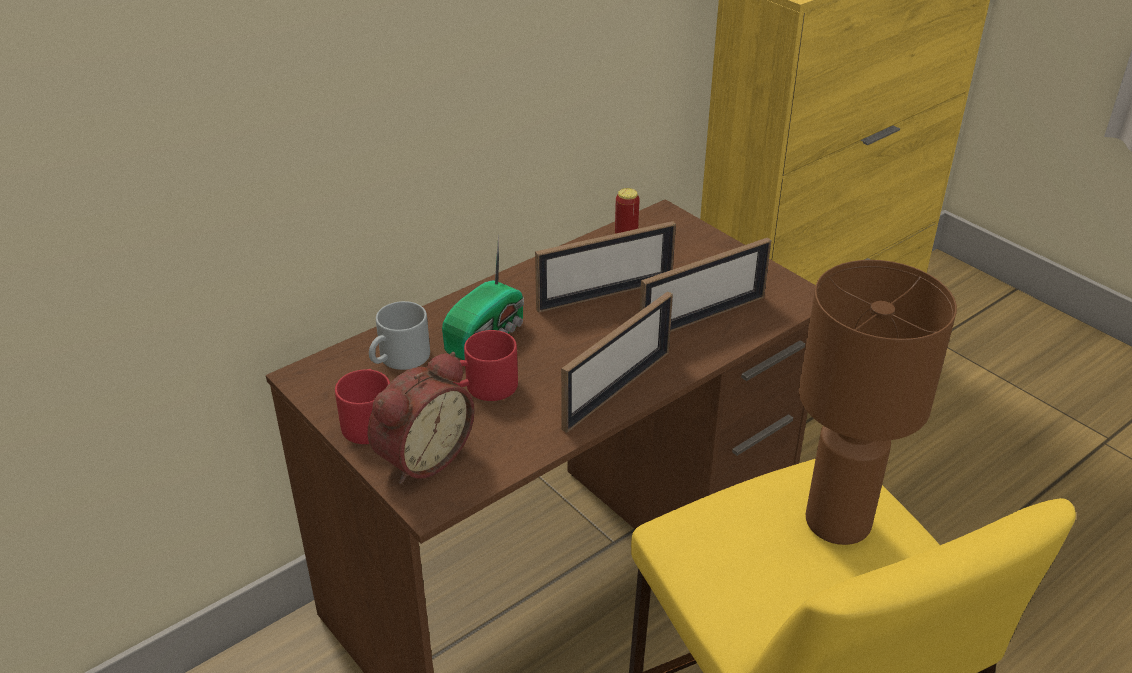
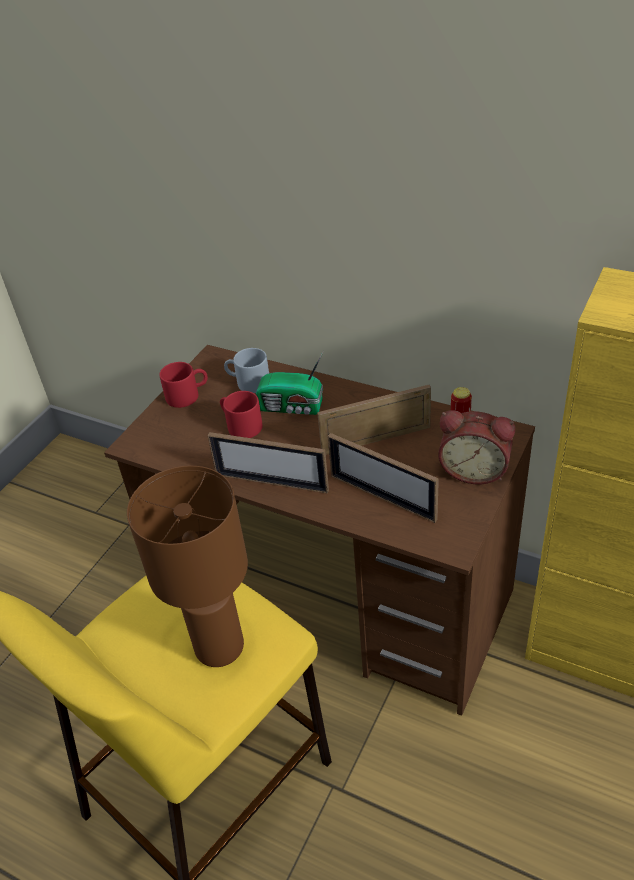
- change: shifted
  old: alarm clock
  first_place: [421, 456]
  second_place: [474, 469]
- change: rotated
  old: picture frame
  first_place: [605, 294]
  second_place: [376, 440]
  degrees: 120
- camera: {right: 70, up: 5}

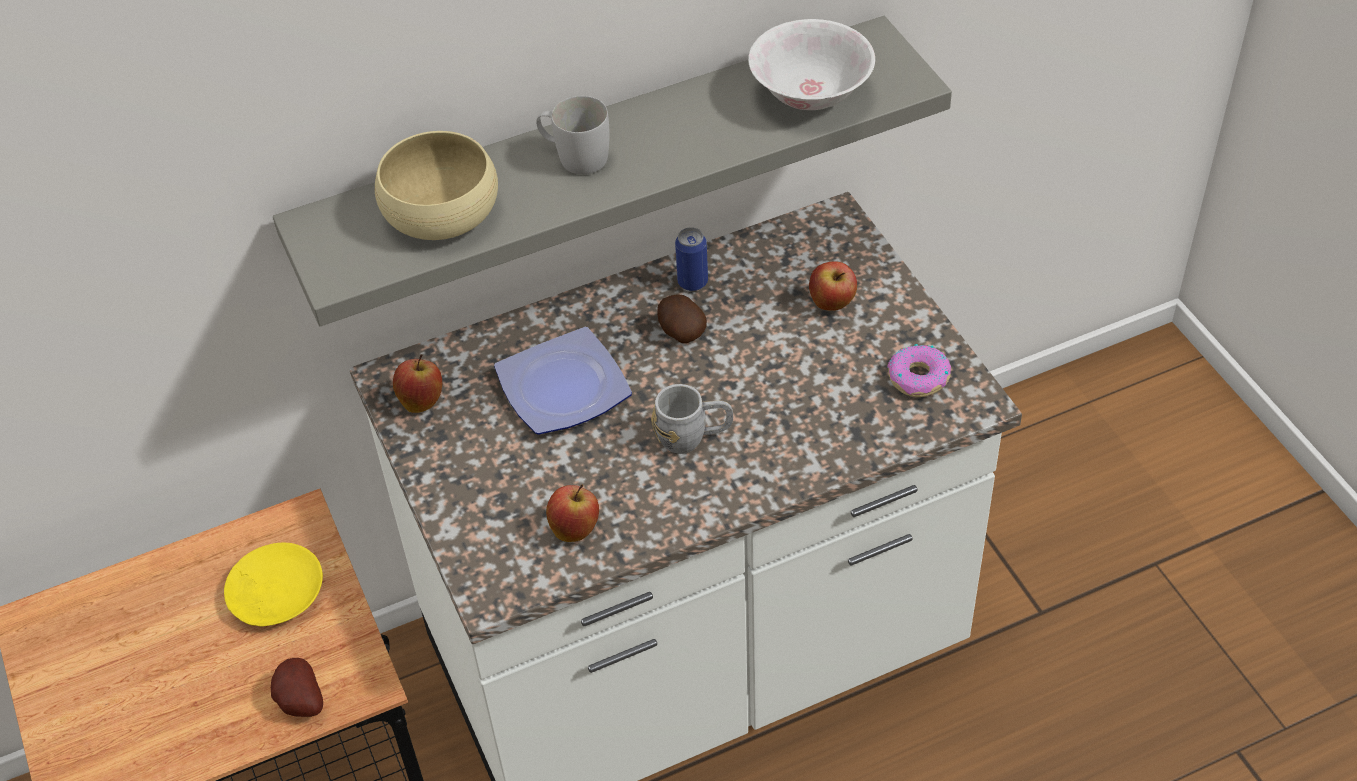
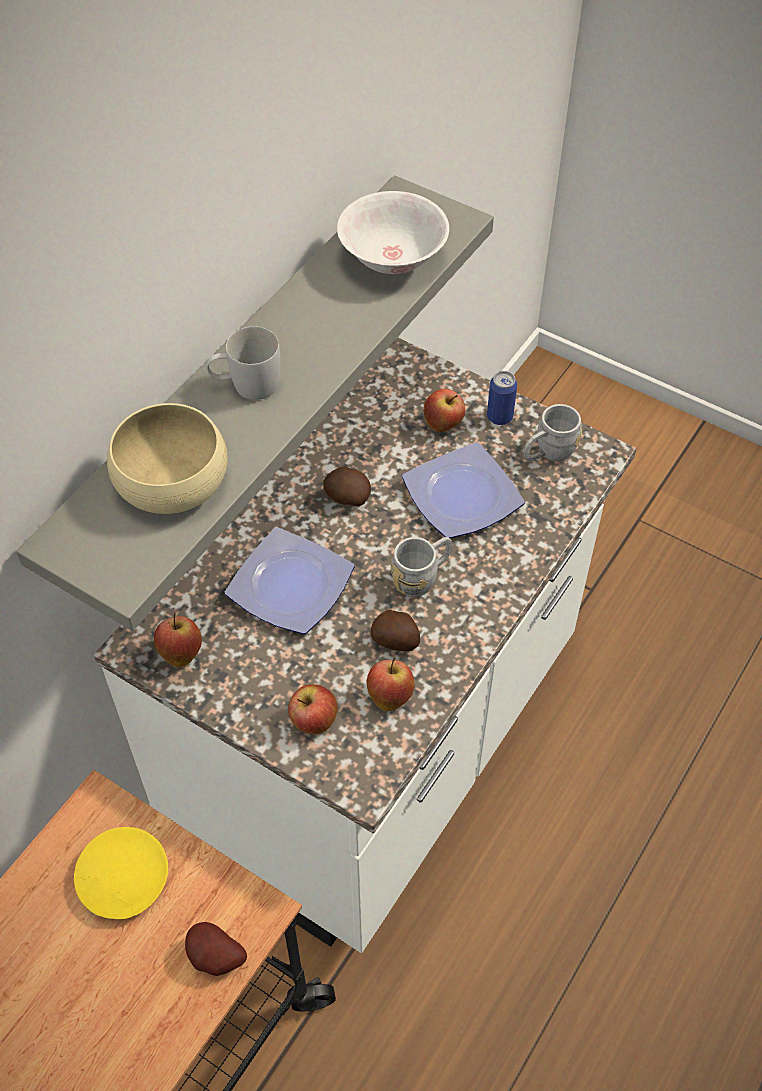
- change: shifted
  old: can
  first_place: [692, 282]
  second_place: [499, 417]
- change: swapped
  old: donut
  new: mug/grey
  first_place: [918, 378]
  second_place: [548, 453]
- change: new
  new: apple
  second_place: [314, 722]
- change: new
  new: potato
  second_place: [396, 641]
- change: new
  new: plate
  second_place: [459, 496]
- camera: {right: -35, up: 5}

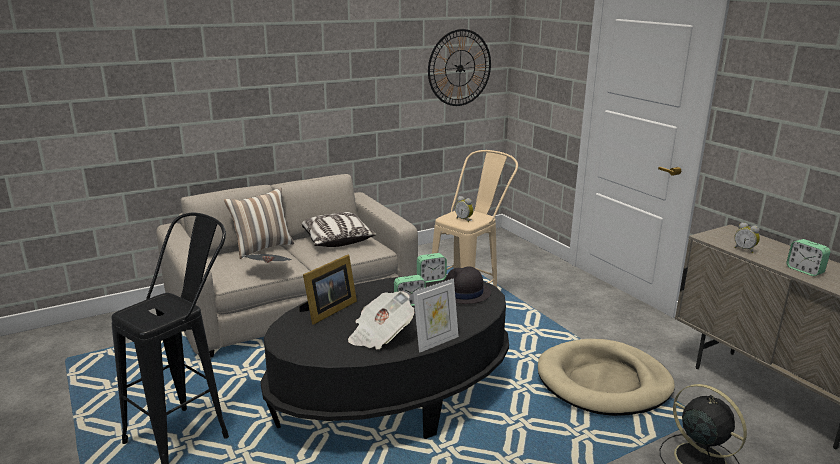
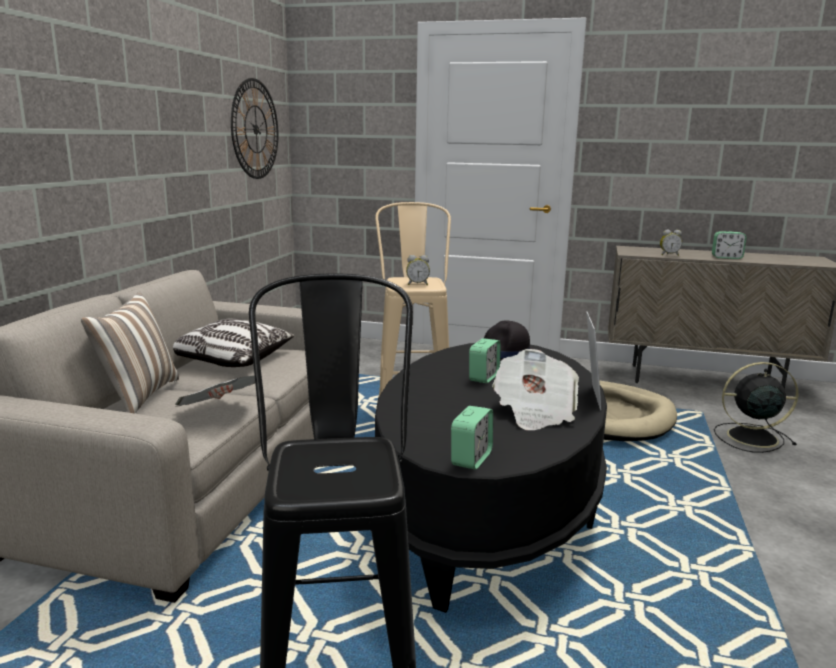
- change: gone
  old: picture frame
  first_place: [328, 311]
- change: shifted
  old: alarm clock
  first_place: [431, 279]
  second_place: [471, 459]
- camera: {right: -45, up: -5}

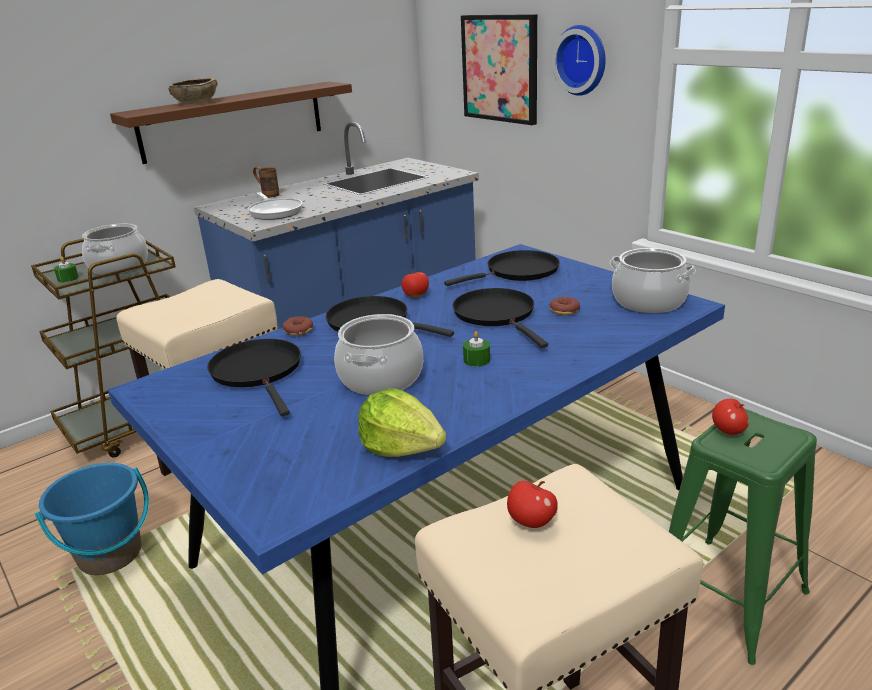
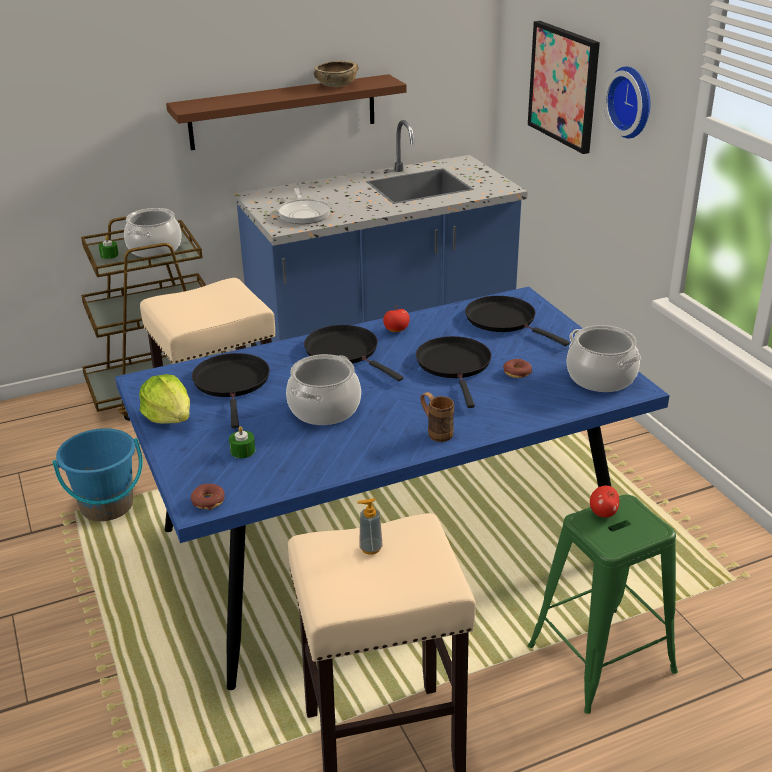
- change: shifted
  old: bowl/brown
  first_place: [196, 103]
  second_place: [336, 85]
- change: shifted
  old: mug/brown
  first_place: [267, 195]
  second_place: [436, 432]
- change: shifted
  old: donut
  first_place: [298, 331]
  second_place: [208, 501]
- change: shifted
  old: lettuce
  first_place: [401, 446]
  second_place: [169, 417]
- change: rotated
  old: frying pan/black
  first_place: [518, 272]
  second_place: [504, 320]
  degrees: -120
- change: shifted
  old: candle/green
  first_place: [476, 360]
  second_place: [242, 451]
- change: swapped
  old: apple
  new: soap dispenser
  first_place: [531, 522]
  second_place: [370, 548]
- camera: {right: 15, up: 5}

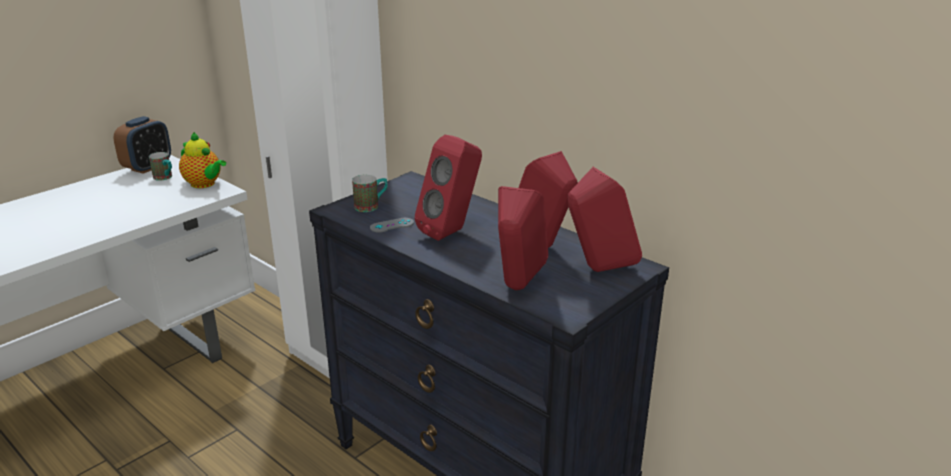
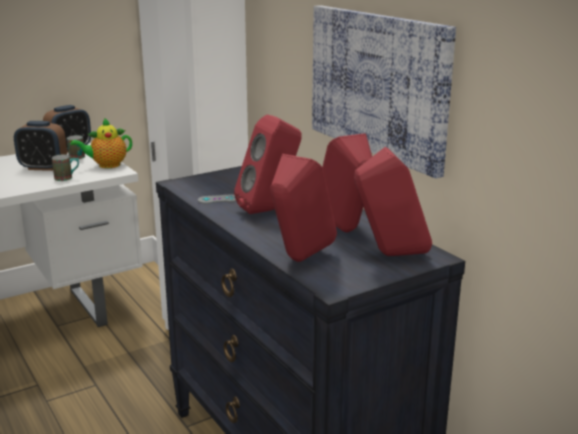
- change: rotated
  old: teapot
  first_place: [204, 184]
  second_place: [107, 165]
  degrees: 105
- change: shifted
  old: mug
  first_place: [371, 206]
  second_place: [67, 178]
- change: new
  new: alarm clock
  second_place: [43, 167]
- change: new
  new: picture
  second_place: [378, 84]
- camera: {right: 15, up: -5}

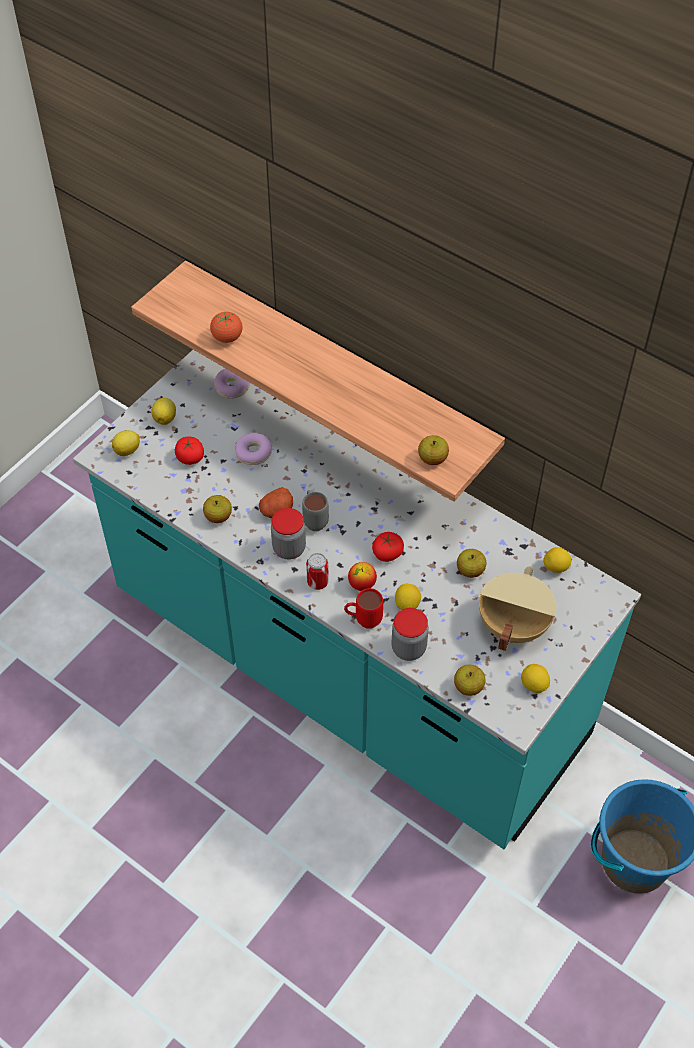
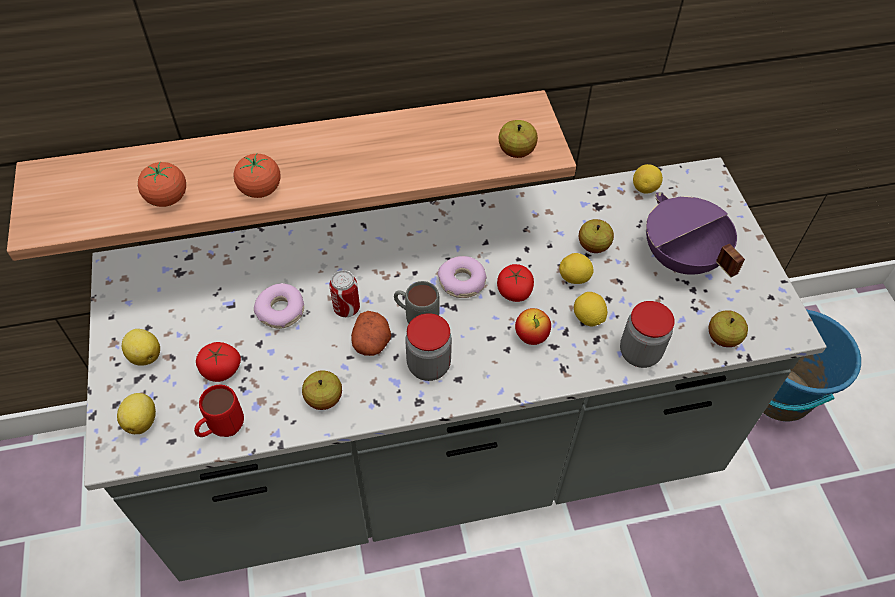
- change: repainted
  old: counter/turquoise
  new: counter/grey
  first_place: [347, 668]
  second_place: [444, 455]
- change: shifted
  old: donut
  first_place: [232, 388]
  second_place: [462, 282]
- change: shifted
  old: can
  first_place: [317, 582]
  second_place: [346, 308]
- change: shifted
  old: mug/red
  first_place: [363, 620]
  second_place: [222, 431]
- change: repainted
  old: cooking pot/beige
  new: cooking pot/purple
  first_place: [512, 625]
  second_place: [680, 259]
- change: shifted
  old: lemon
  first_place: [534, 685]
  second_place: [574, 278]
- change: new
  new: tomato
  second_place: [260, 190]
- camera: {right: -50, up: 0}

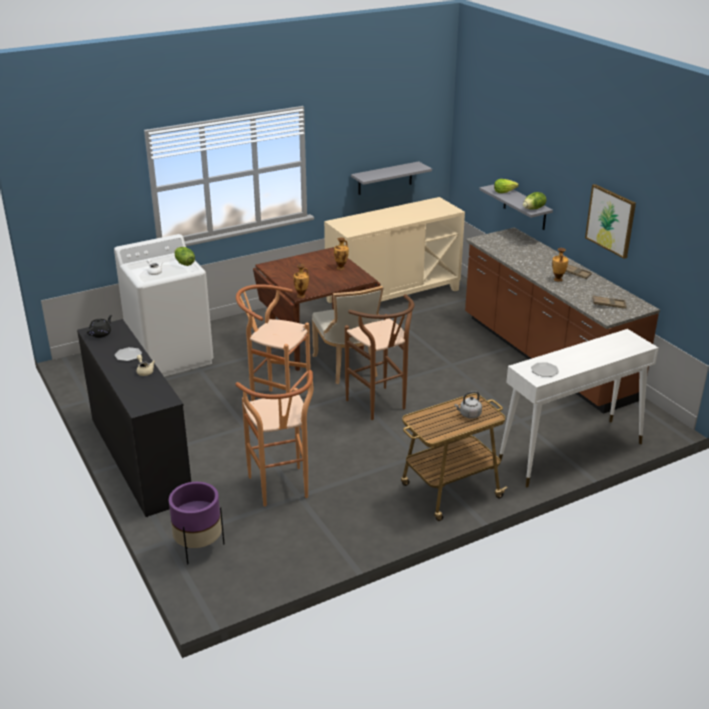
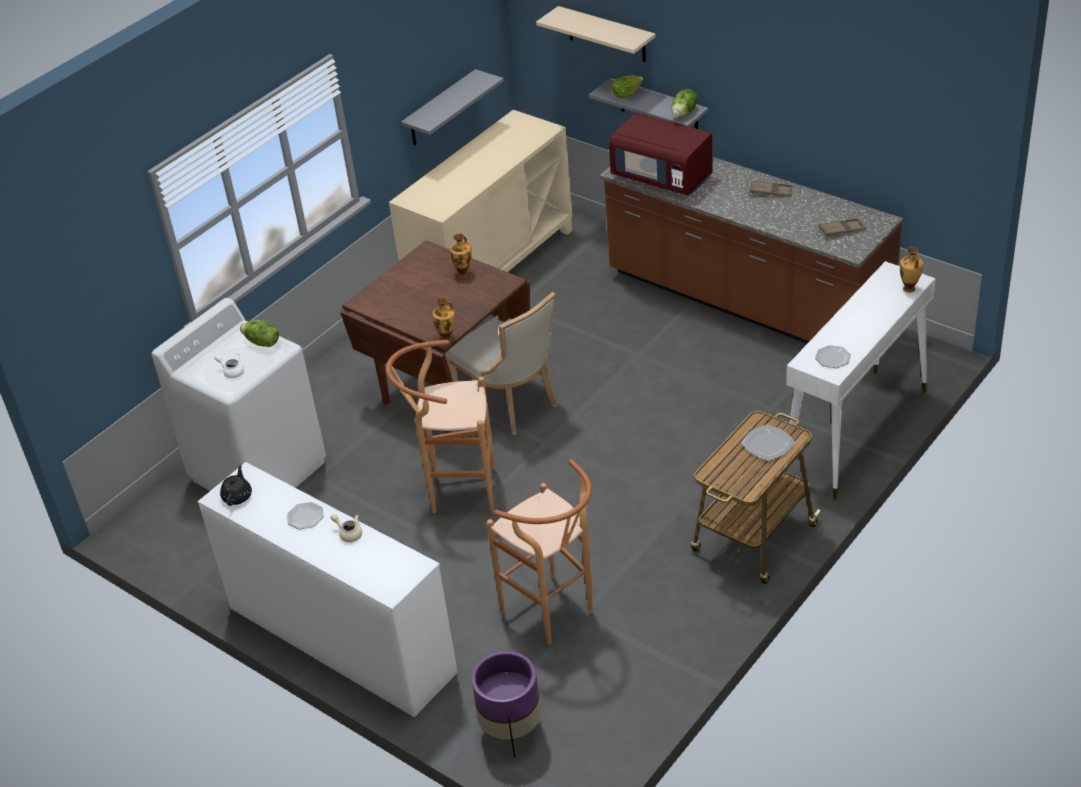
- change: repainted
  old: dresser/black
  new: dresser/white
  first_place: [140, 458]
  second_place: [340, 640]
- change: gone
  old: stool/brown
  first_place: [380, 406]
- change: swapped
  old: kettle/grey
  new: plate
  first_place: [469, 415]
  second_place: [768, 445]
- change: shifted
  old: vase
  first_place: [557, 280]
  second_place: [909, 289]
- change: gone
  old: picture
  first_place: [610, 220]
- change: new
  new: shelf/beige
  second_place: [606, 34]
- change: new
  new: microwave/red
  second_place: [662, 177]
- camera: {right: -20, up: 10}

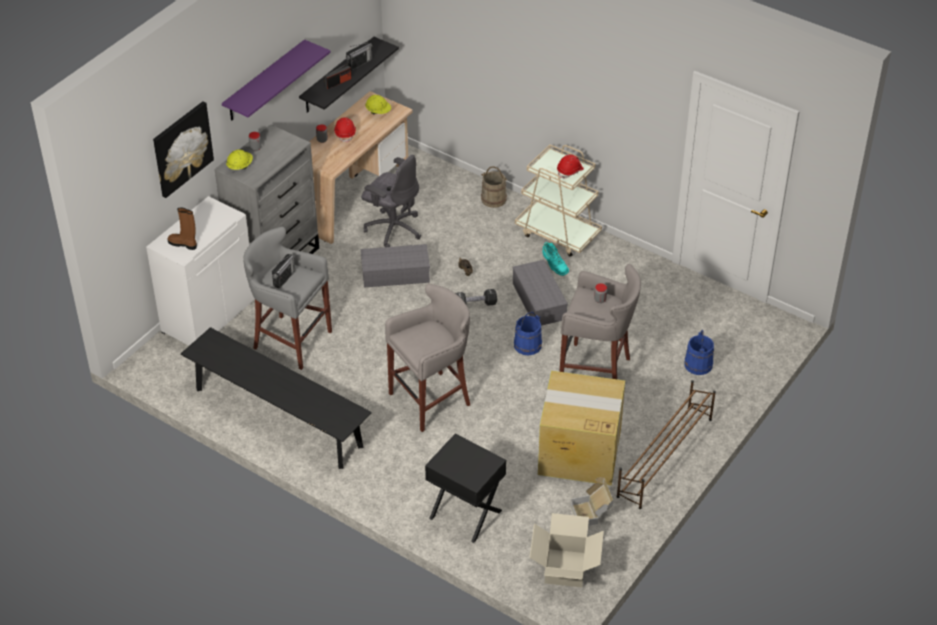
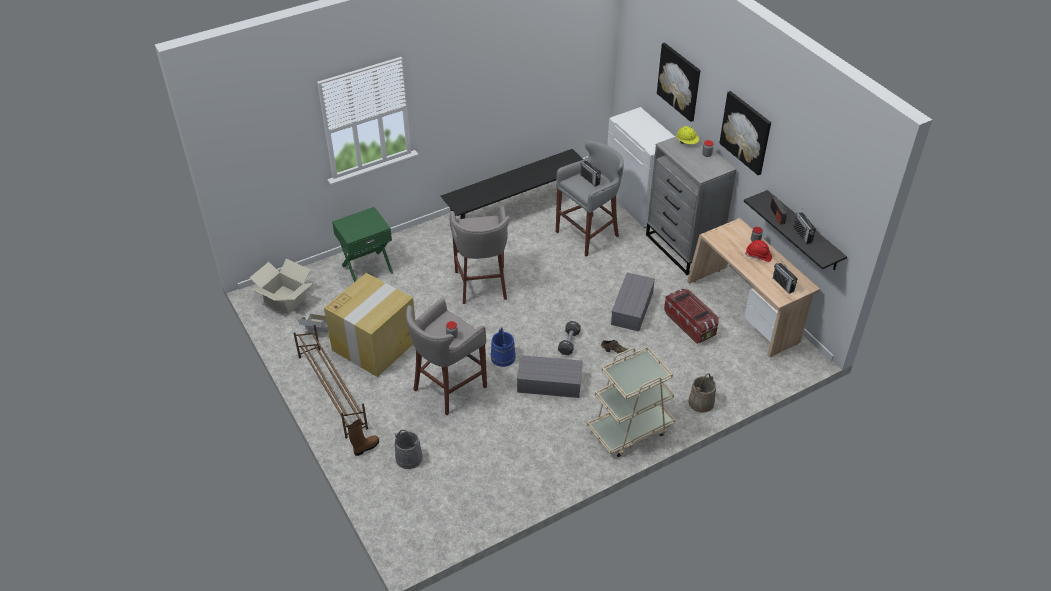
- change: shifted
  old: boot/brown
  first_place: [183, 244]
  second_place: [365, 447]
- change: swapped
  old: shelf/purple
  new: picture
  first_place: [264, 81]
  second_place: [746, 132]
- change: swapped
  old: office chair/grey
  new: storage box
  first_place: [393, 228]
  second_place: [690, 324]
- change: swapped
  old: hard hat/yellow
  new: radio
  first_place: [378, 112]
  second_place: [783, 284]
- change: repainted
  old: nightstand/black
  new: nightstand/green
  first_place: [465, 515]
  second_place: [367, 268]
- change: gone
  old: boot/turquoise
  first_place: [554, 267]
- change: gone
  old: hard hat/red
  first_place: [570, 171]
- change: repainted
  old: bucket/blue
  new: bucket/grey
  first_place: [698, 364]
  second_place: [409, 458]
- camera: {right: 115, up: 0}

